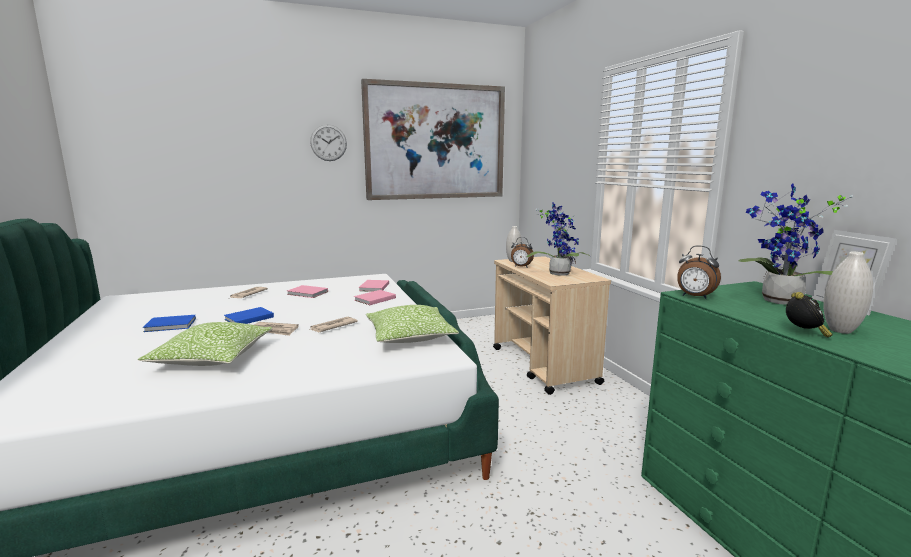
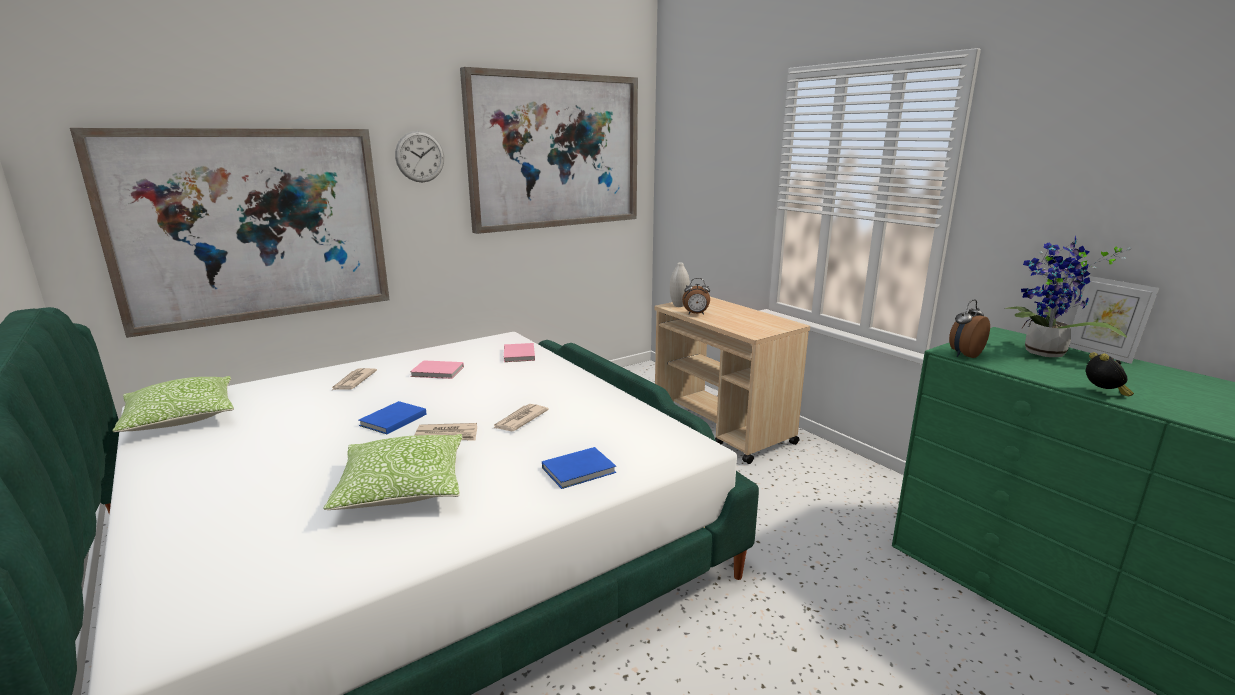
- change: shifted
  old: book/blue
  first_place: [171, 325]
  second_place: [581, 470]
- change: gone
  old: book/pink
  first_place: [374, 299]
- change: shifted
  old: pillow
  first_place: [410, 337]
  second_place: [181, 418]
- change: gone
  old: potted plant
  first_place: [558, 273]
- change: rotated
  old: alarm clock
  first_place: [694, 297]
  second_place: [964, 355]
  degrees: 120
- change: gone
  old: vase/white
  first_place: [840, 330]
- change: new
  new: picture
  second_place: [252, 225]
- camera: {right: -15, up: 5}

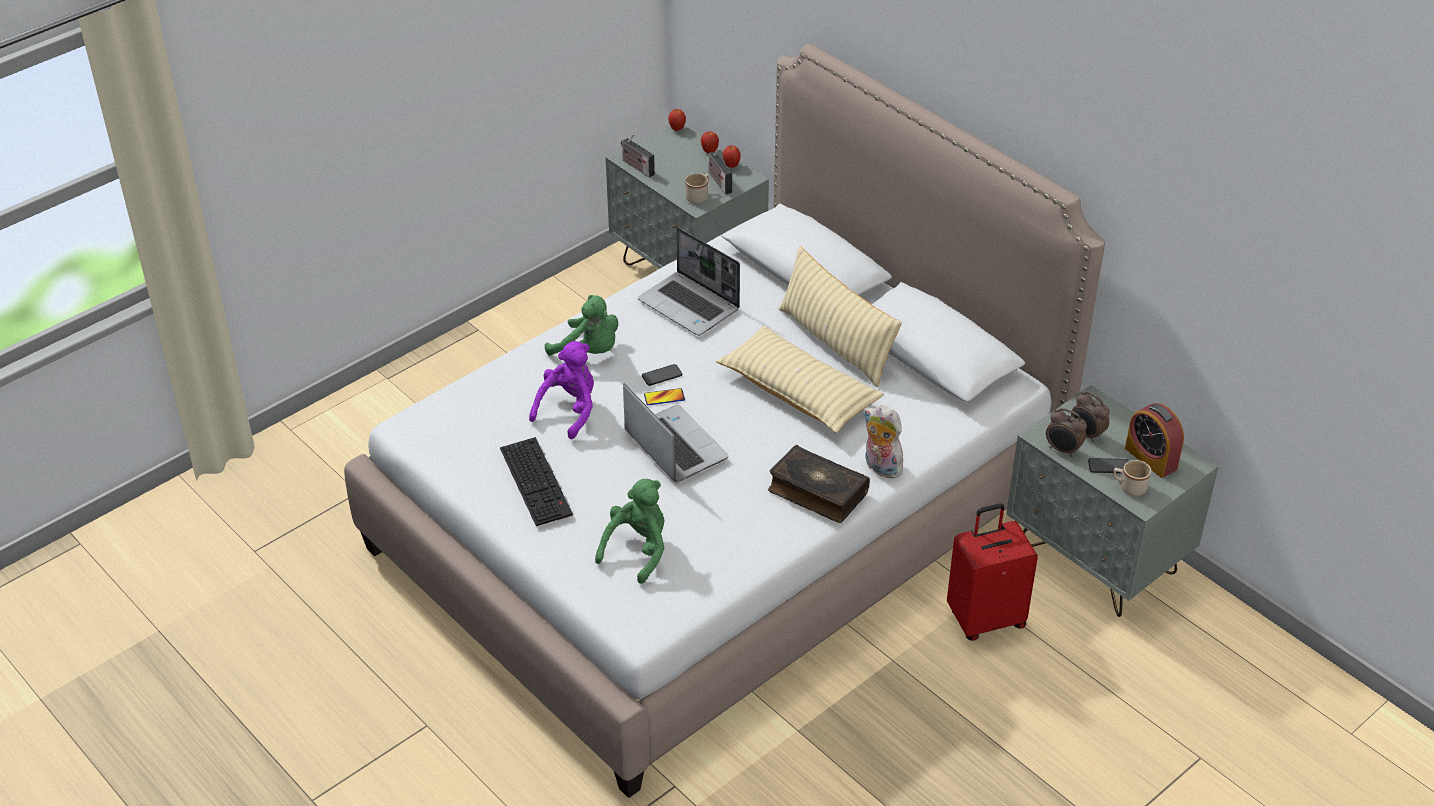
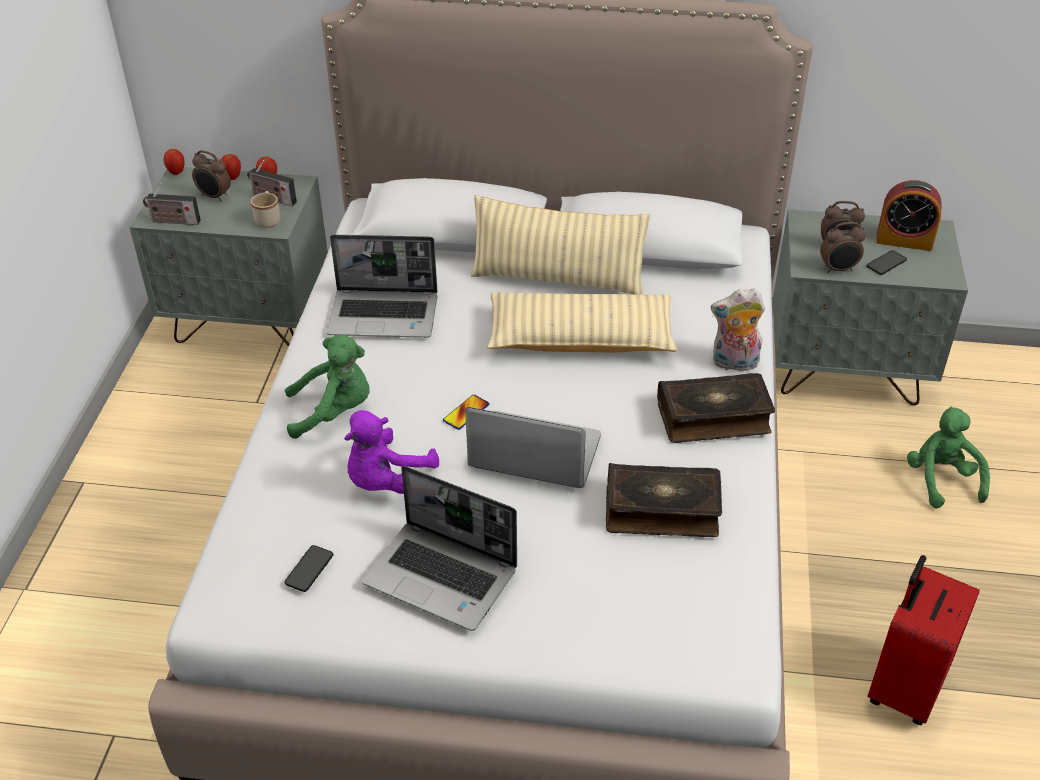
- change: swapped
  old: keyboard
  new: laptop
  first_place: [538, 482]
  second_place: [443, 577]
- change: rotated
  old: plush toy/purple
  first_place: [569, 410]
  second_place: [386, 480]
  degrees: -135
- change: shifted
  old: plush toy/green
  first_place: [637, 550]
  second_place: [941, 480]
- change: shifted
  old: phone
  first_place: [662, 375]
  second_place: [309, 569]
- change: shifted
  old: suitcase/red
  first_place: [985, 618]
  second_place: [903, 687]
- change: gone
  old: mug/beige
  first_place: [1129, 487]
- change: new
  new: alarm clock
  second_place: [214, 196]
- change: new
  new: book
  second_place: [661, 510]
- camera: {right: -40, up: 0}

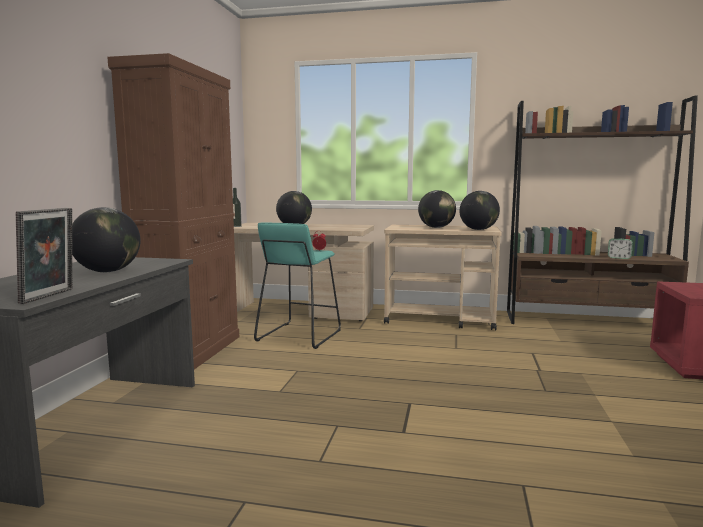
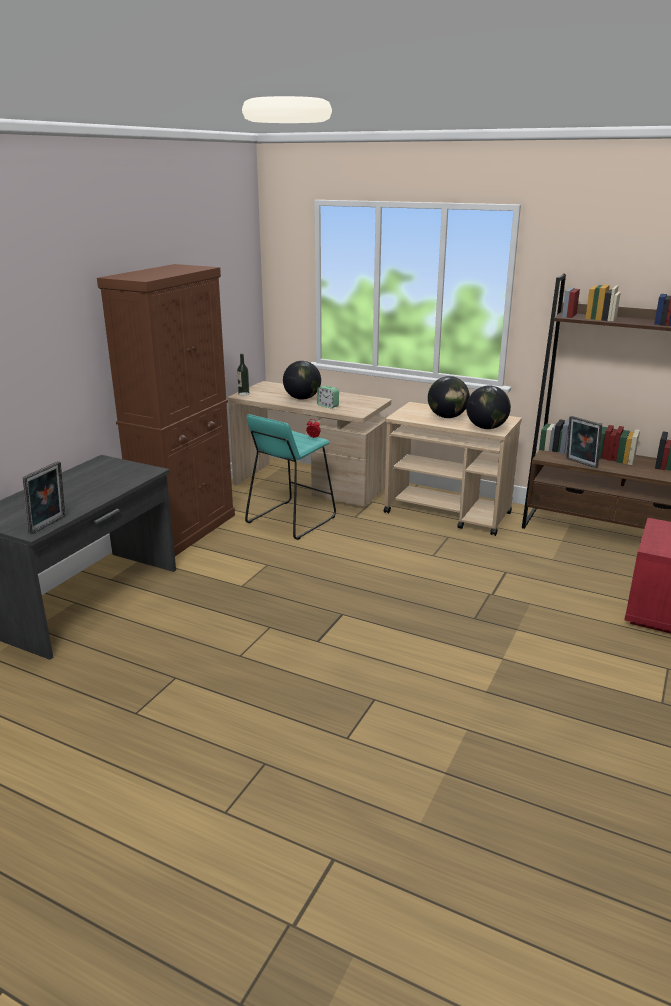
- change: gone
  old: globe
  first_place: [108, 271]
- change: shifted
  old: alarm clock
  first_place: [619, 258]
  second_place: [328, 406]
- change: new
  new: picture frame
  second_place: [580, 463]
- camera: {right: 15, up: 15}

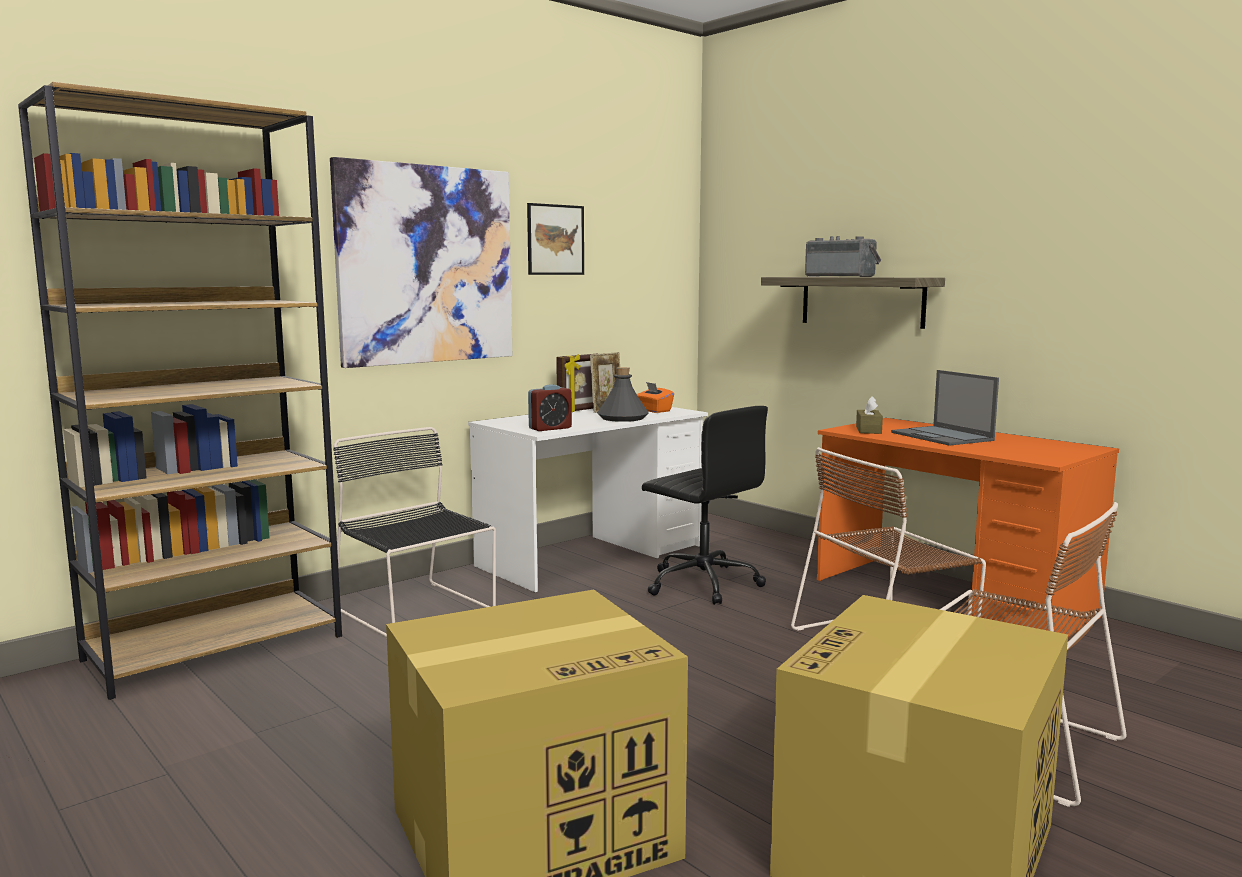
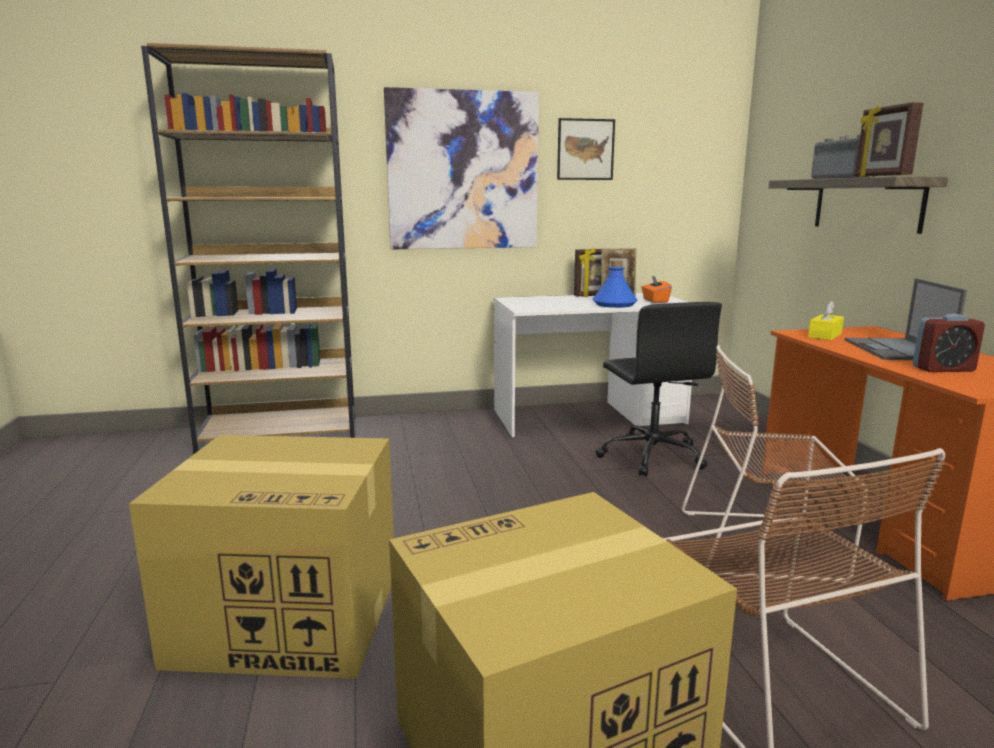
- change: gone
  old: chair/black
  first_place: [417, 611]
- change: shifted
  old: alarm clock
  first_place: [550, 428]
  second_place: [943, 369]
- change: repainted
  old: bottle/grey
  new: bottle/blue
  first_place: [622, 418]
  second_place: [614, 304]
- change: repainted
  old: tissue box/brown
  new: tissue box/yellow
  first_place: [868, 430]
  second_place: [824, 335]
- change: new
  new: picture frame
  second_place: [881, 176]
- camera: {right: 30, up: 5}

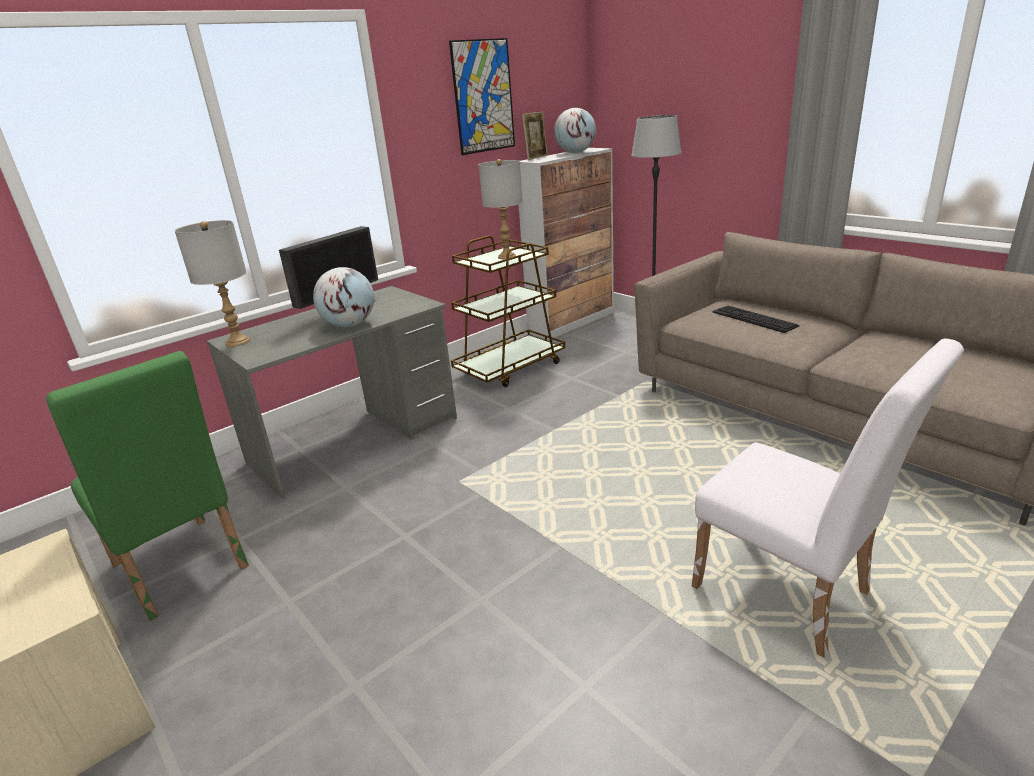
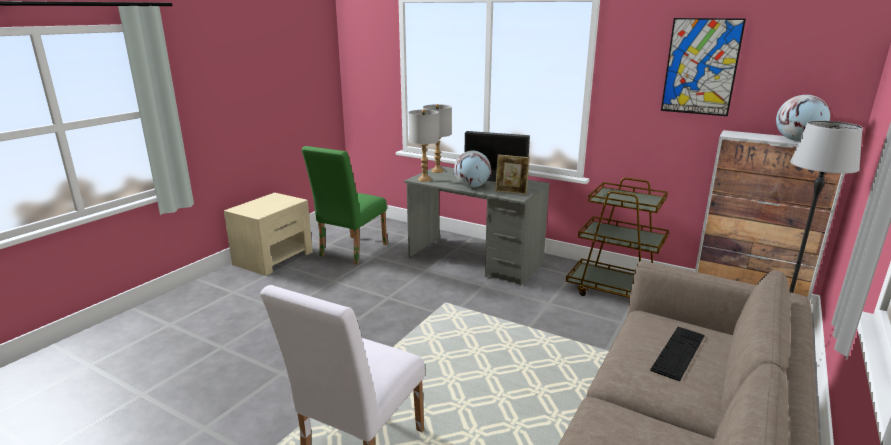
- change: shifted
  old: table lamp/grey
  first_place: [507, 256]
  second_place: [424, 179]
- change: shifted
  old: picture frame
  first_place: [536, 158]
  second_place: [511, 192]
- camera: {right: 70, up: -5}

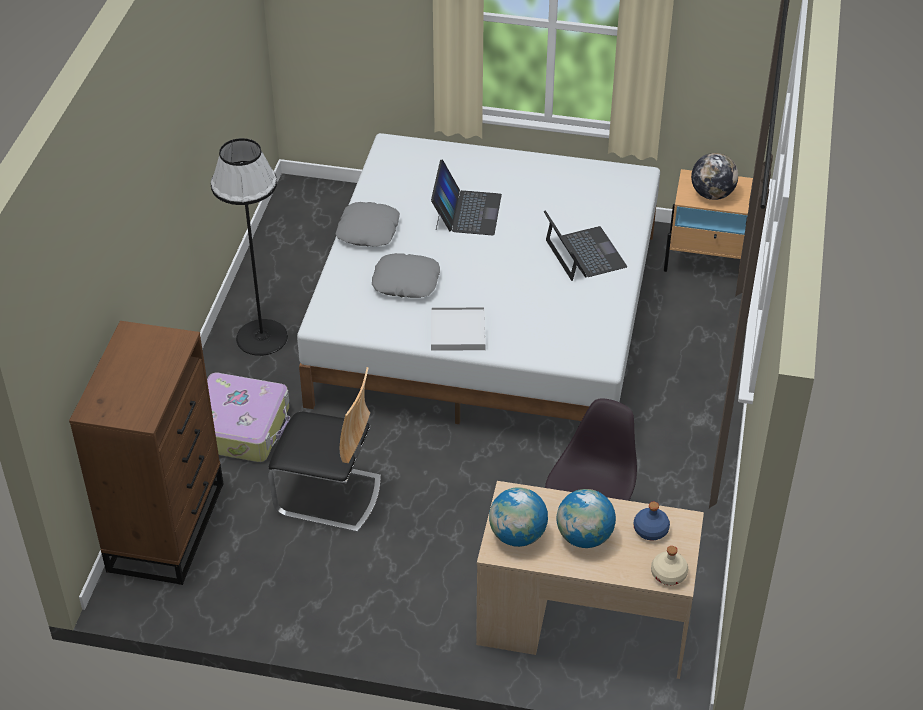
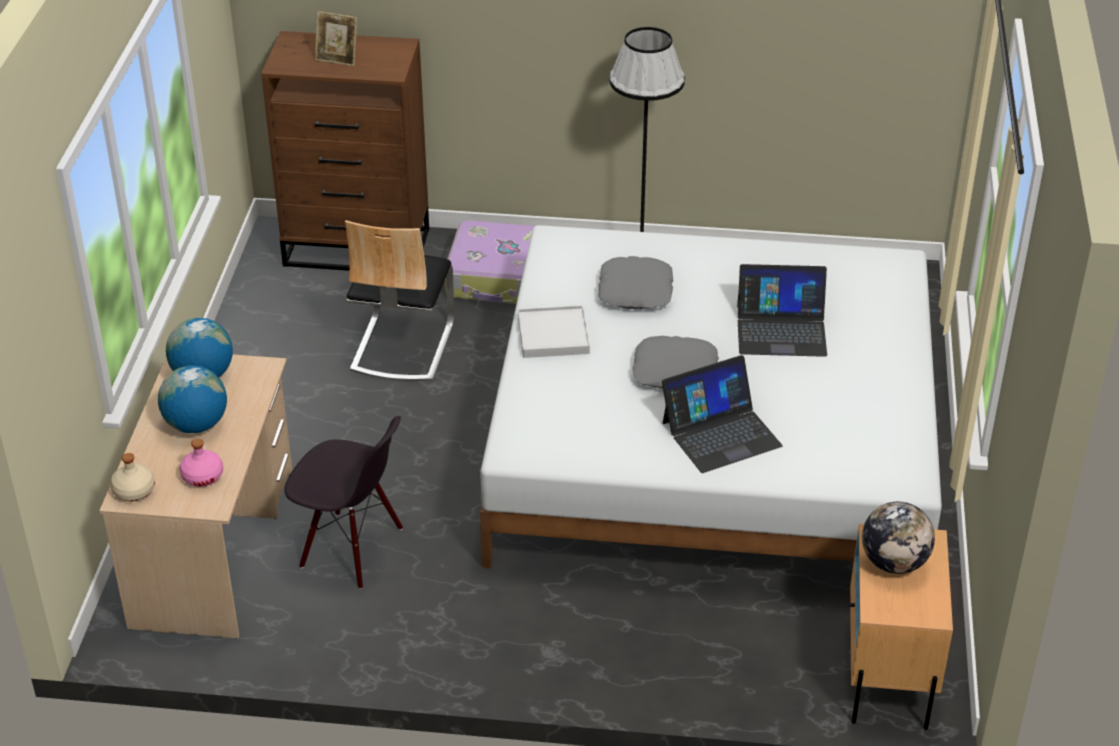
- change: shifted
  old: pillow/grey
  first_place: [368, 230]
  second_place: [675, 372]
- change: repainted
  old: bottle/blue
  new: bottle/pink
  first_place: [650, 530]
  second_place: [202, 476]
- change: new
  new: picture frame
  second_place: [337, 59]
- camera: {right: 85, up: -5}

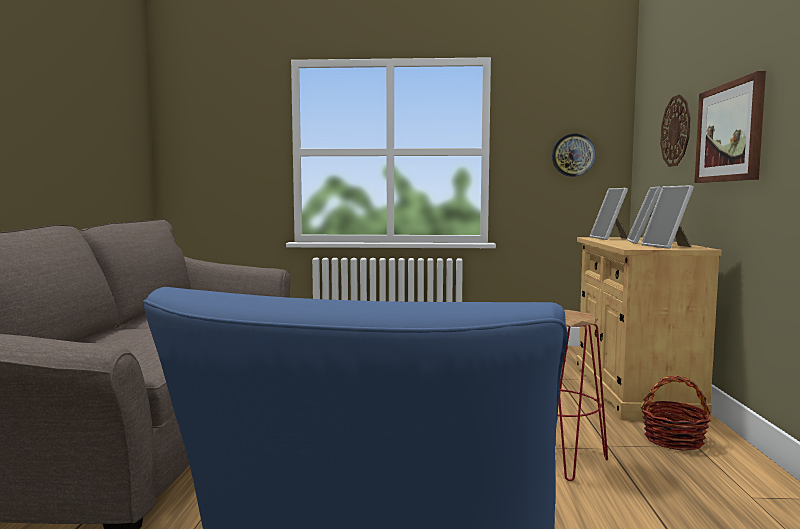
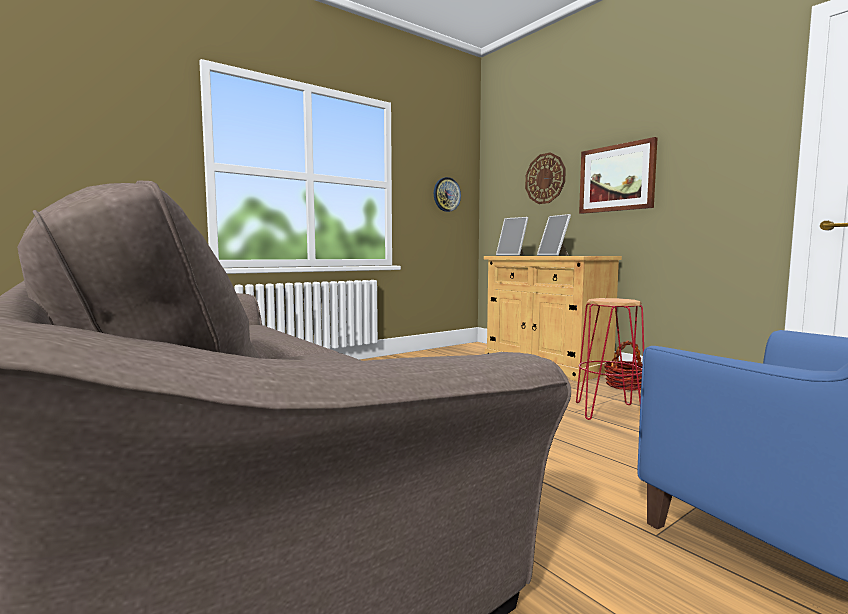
- change: gone
  old: picture frame
  first_place: [668, 246]
- camera: {right: -40, up: 0}

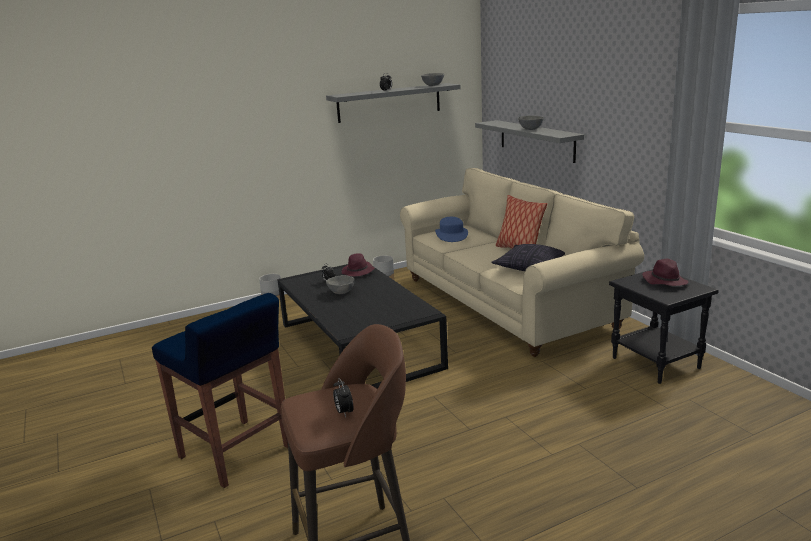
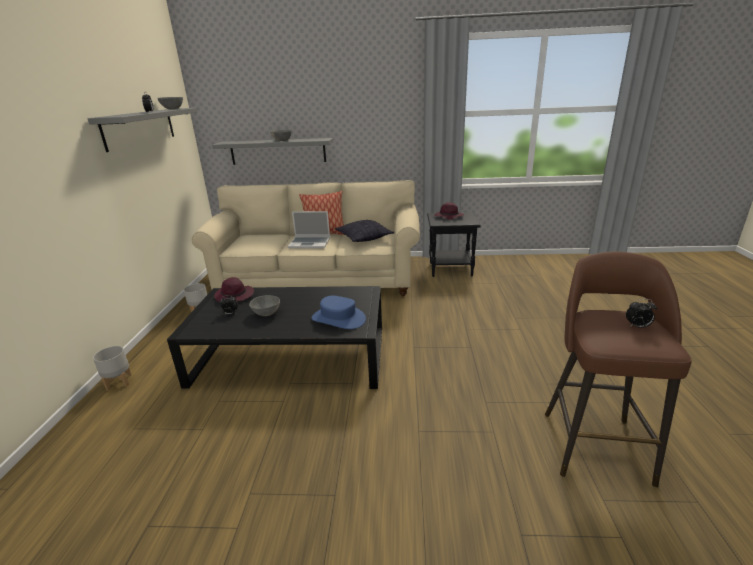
- change: gone
  old: stool/blue
  first_place: [236, 453]
- change: shifted
  old: hat/blue
  first_place: [451, 235]
  second_place: [338, 318]
- change: new
  new: laptop
  second_place: [310, 243]
- camera: {right: -60, up: 5}

